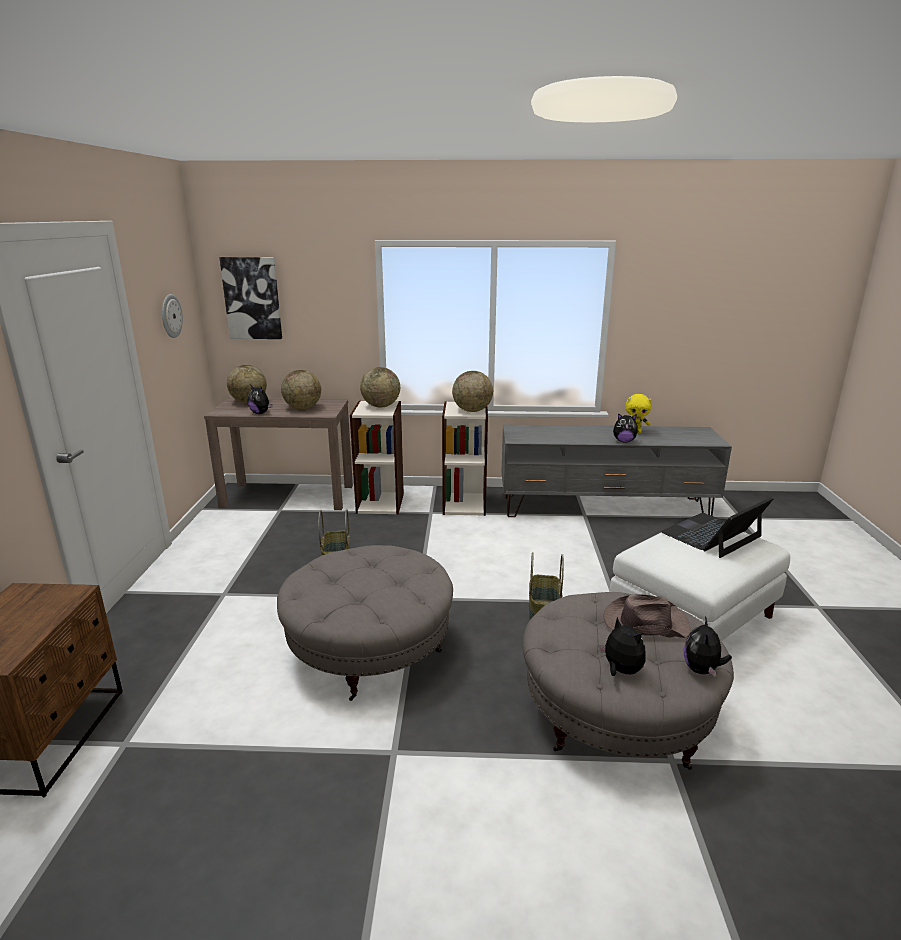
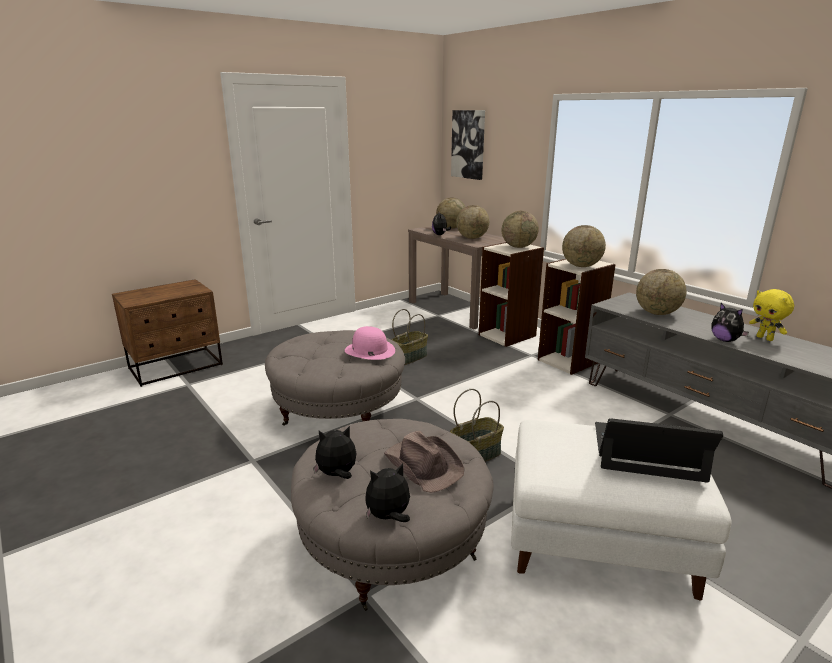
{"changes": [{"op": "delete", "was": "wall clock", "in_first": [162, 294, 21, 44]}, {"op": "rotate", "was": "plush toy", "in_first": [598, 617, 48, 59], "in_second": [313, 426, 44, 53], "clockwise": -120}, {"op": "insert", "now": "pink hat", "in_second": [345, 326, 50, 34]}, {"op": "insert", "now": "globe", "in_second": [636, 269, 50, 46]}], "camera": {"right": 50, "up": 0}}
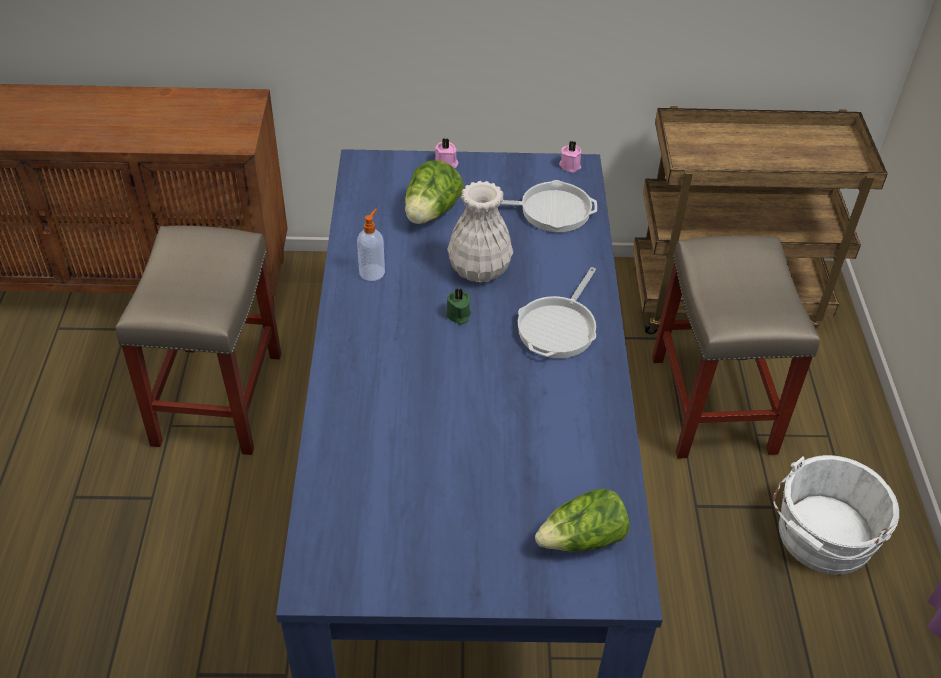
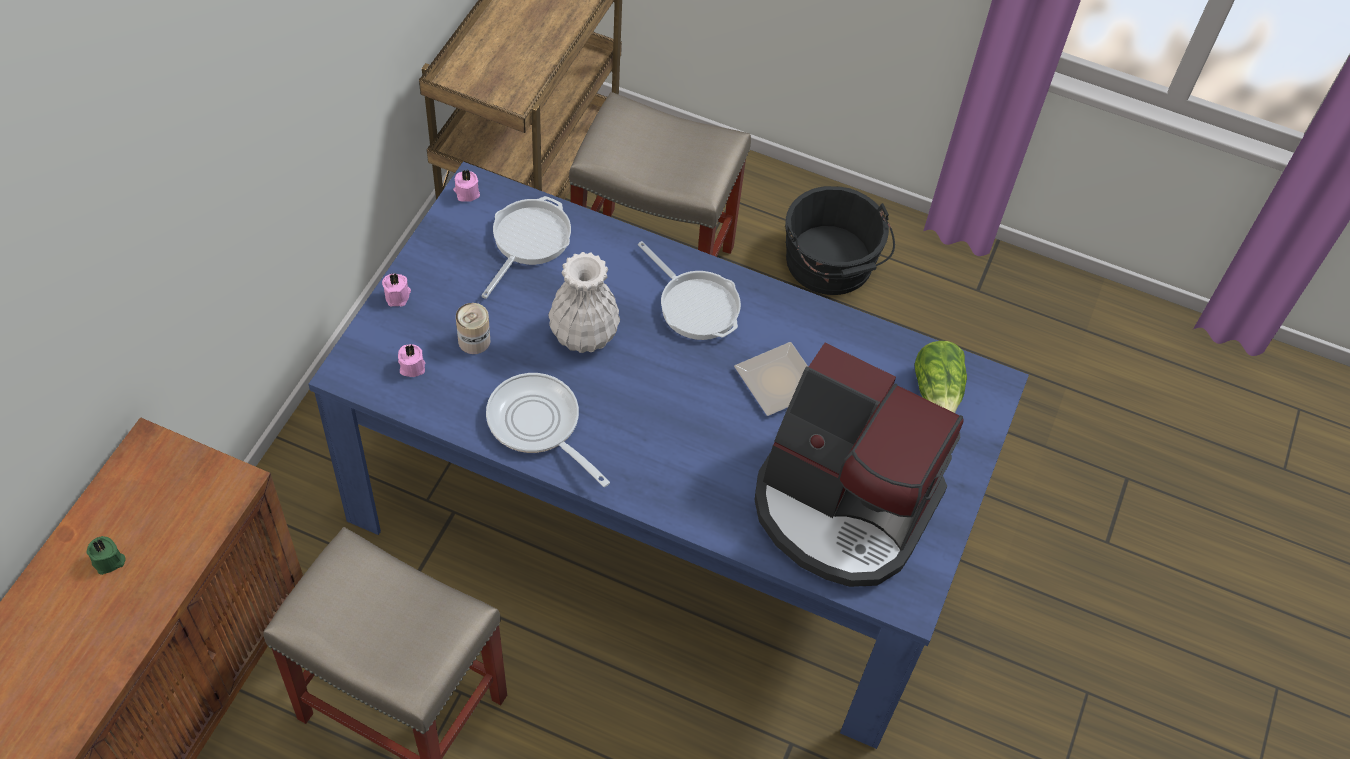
{"changes": [{"op": "replace", "was": "soap dispenser", "now": "frying pan", "in_first": [357, 209, 28, 72], "in_second": [486, 373, 124, 114]}, {"op": "replace", "was": "lettuce", "now": "can", "in_first": [405, 160, 59, 64], "in_second": [456, 303, 34, 51]}, {"op": "move", "was": "green candle", "in_first": [445, 288, 26, 37], "in_second": [86, 536, 40, 39]}, {"op": "recolor", "was": "white bucket", "now": "black bucket", "in_first": [773, 455, 126, 120], "in_second": [786, 186, 109, 109]}, {"op": "insert", "now": "pink candle", "in_second": [398, 344, 27, 33]}, {"op": "insert", "now": "plate", "in_second": [734, 342, 74, 74]}, {"op": "insert", "now": "coffee machine", "in_second": [754, 343, 210, 244]}], "camera": {"right": -70, "up": 10}}
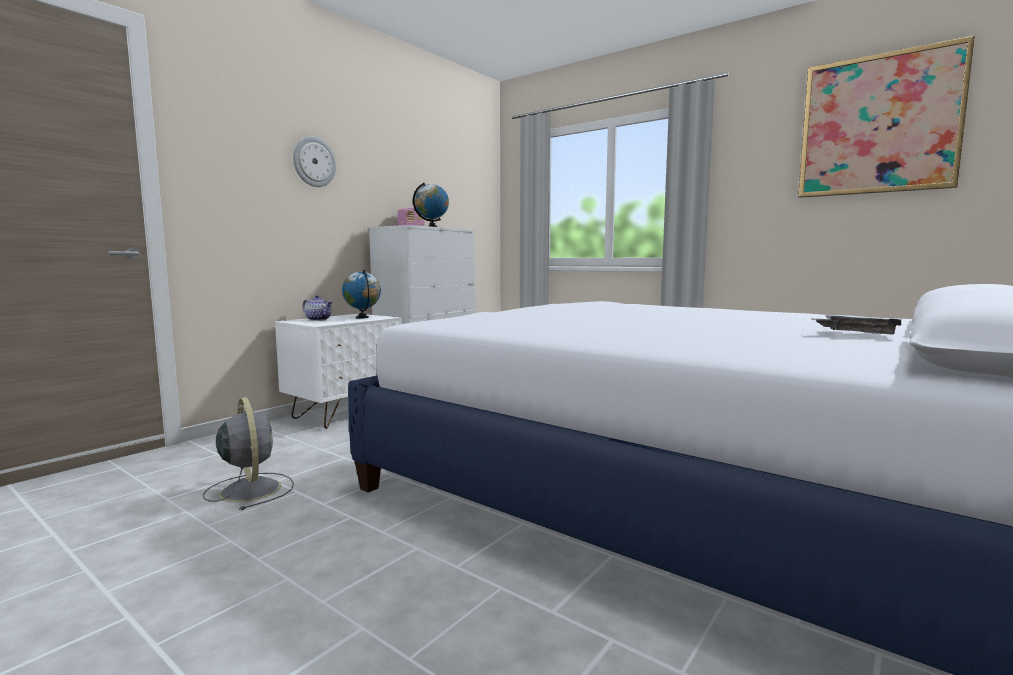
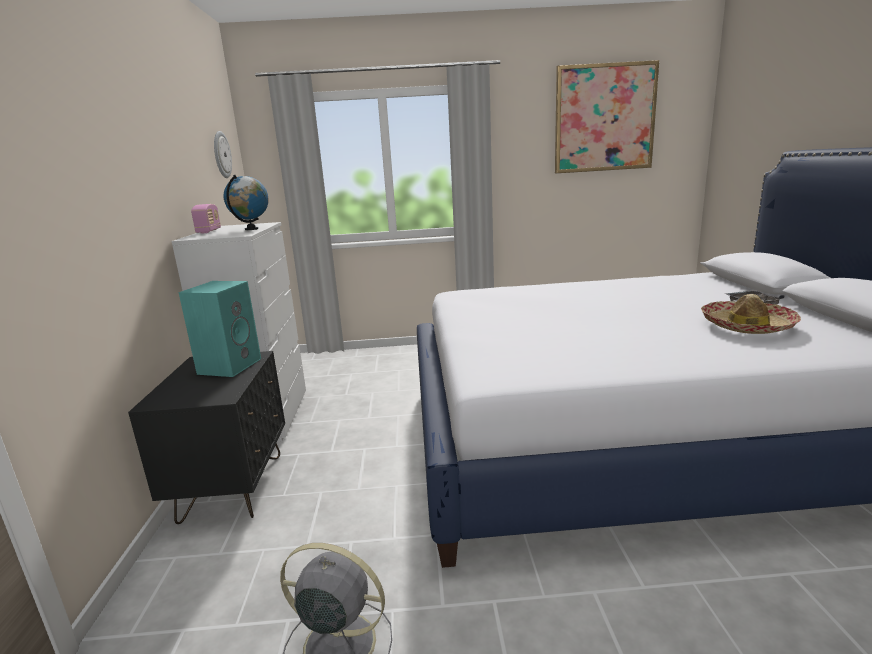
{"changes": [{"op": "recolor", "was": "white nightstand", "now": "black nightstand", "in_first": [275, 314, 127, 115], "in_second": [128, 351, 157, 173]}, {"op": "move", "was": "wall clock", "in_first": [293, 137, 43, 50], "in_second": [214, 131, 18, 47]}, {"op": "delete", "was": "teapot", "in_first": [302, 295, 31, 26]}, {"op": "replace", "was": "globe", "now": "turquoise speaker", "in_first": [342, 270, 39, 48], "in_second": [179, 281, 82, 96]}, {"op": "insert", "now": "hat", "in_second": [701, 294, 100, 40]}], "camera": {"right": -40, "up": 10}}
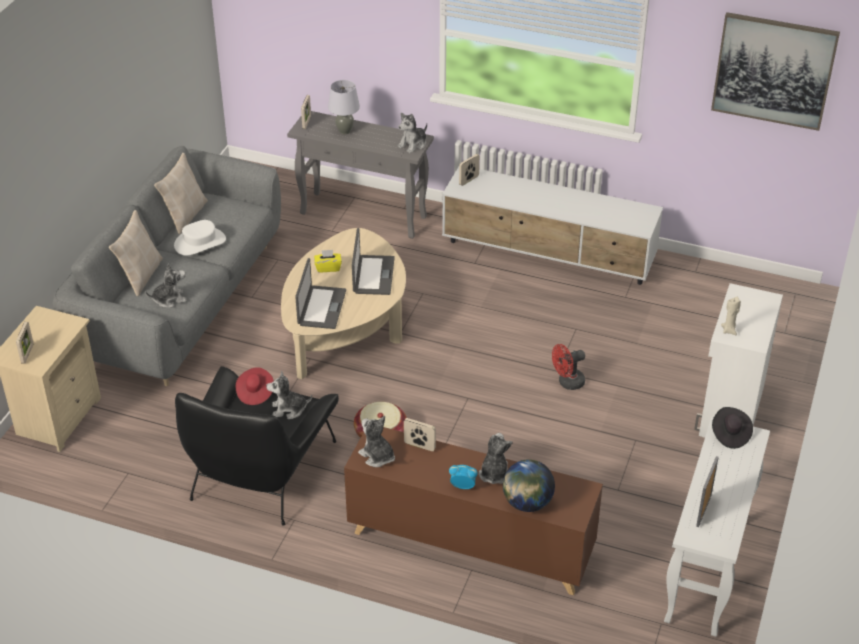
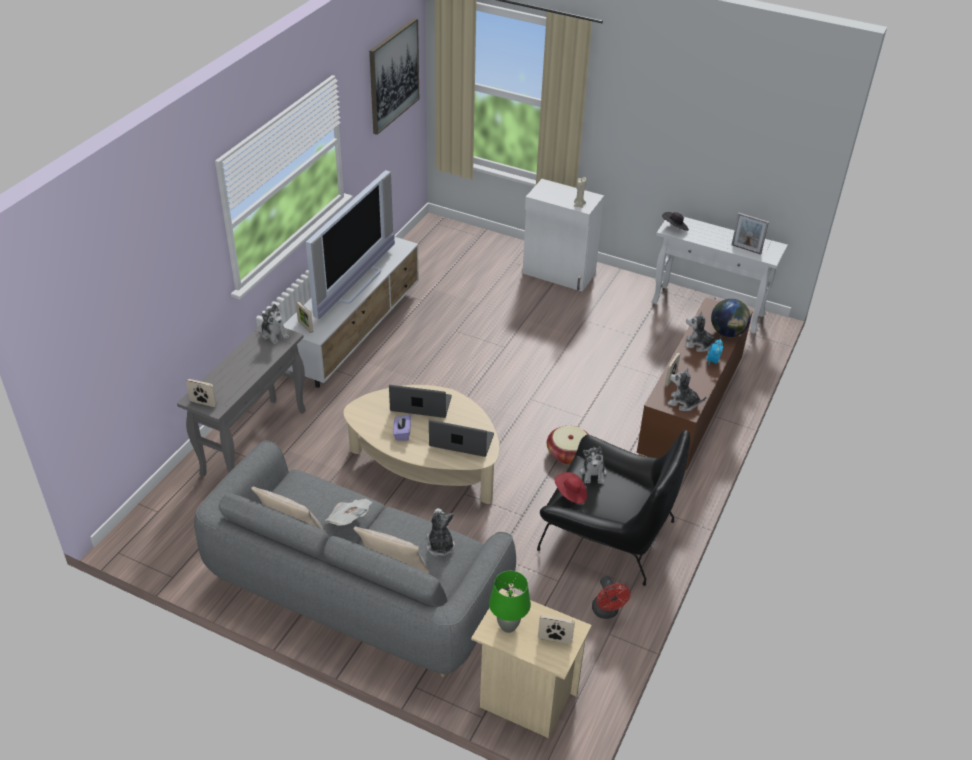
{"changes": [{"op": "replace", "was": "white hat", "now": "newspaper", "in_first": [174, 220, 52, 35], "in_second": [325, 499, 47, 27]}, {"op": "recolor", "was": "yellow tissue box", "now": "purple tissue box", "in_first": [314, 250, 28, 23], "in_second": [393, 415, 18, 26]}, {"op": "delete", "was": "grey table lamp", "in_first": [328, 80, 32, 54]}, {"op": "rotate", "was": "plush toy", "in_first": [358, 416, 37, 51], "in_second": [667, 368, 39, 43], "clockwise": 60}, {"op": "move", "was": "red fan", "in_first": [552, 344, 33, 46], "in_second": [592, 576, 39, 43]}, {"op": "insert", "now": "television", "in_second": [306, 170, 89, 149]}, {"op": "insert", "now": "green table lamp", "in_second": [489, 571, 42, 62]}], "camera": {"right": -85, "up": 0}}
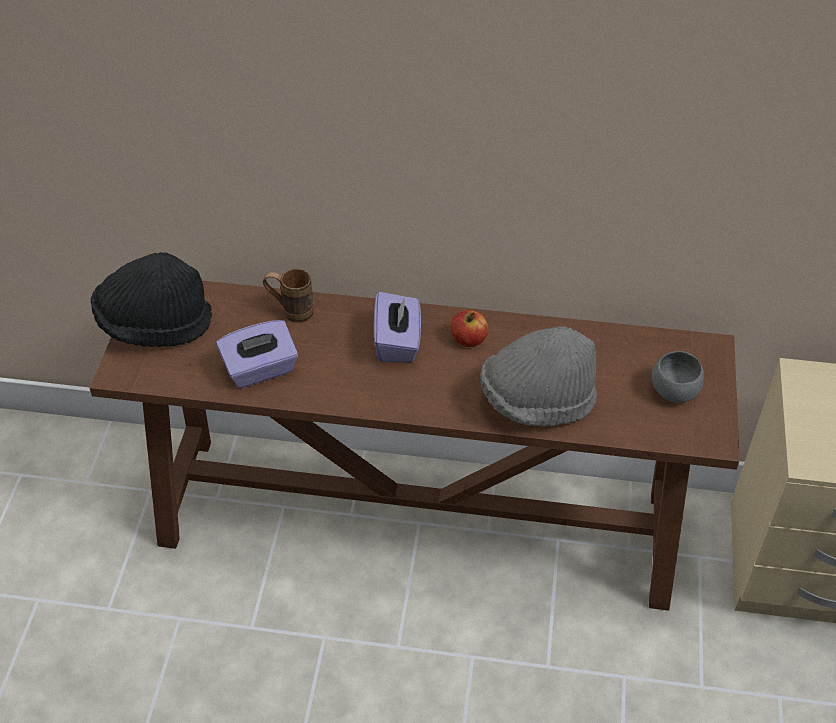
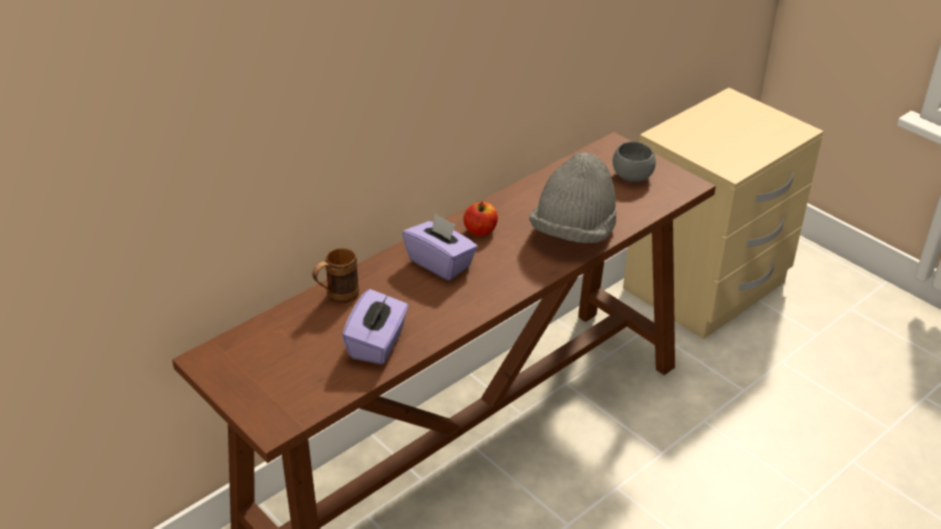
{"changes": [{"op": "delete", "was": "black hat", "in_first": [91, 252, 121, 95]}], "camera": {"right": -50, "up": -10}}
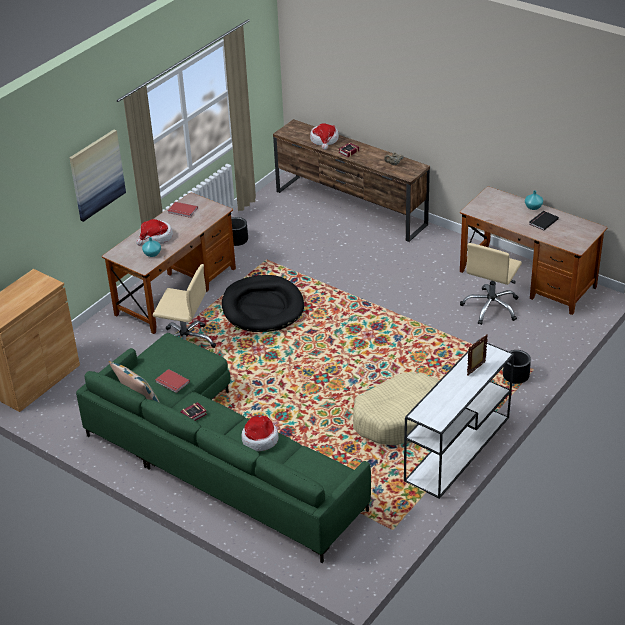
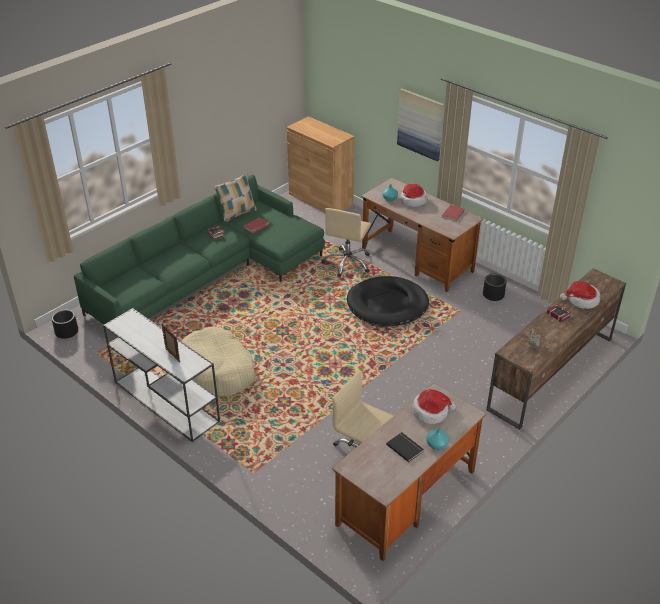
{"changes": [{"op": "move", "was": "hat", "in_first": [242, 416, 36, 35], "in_second": [412, 389, 44, 35]}, {"op": "move", "was": "black planter", "in_first": [503, 350, 28, 34], "in_second": [51, 309, 27, 30]}], "camera": {"right": 95, "up": 0}}
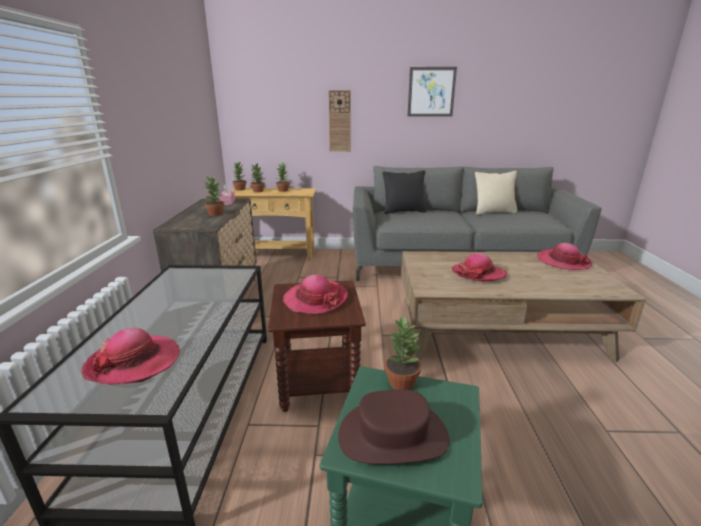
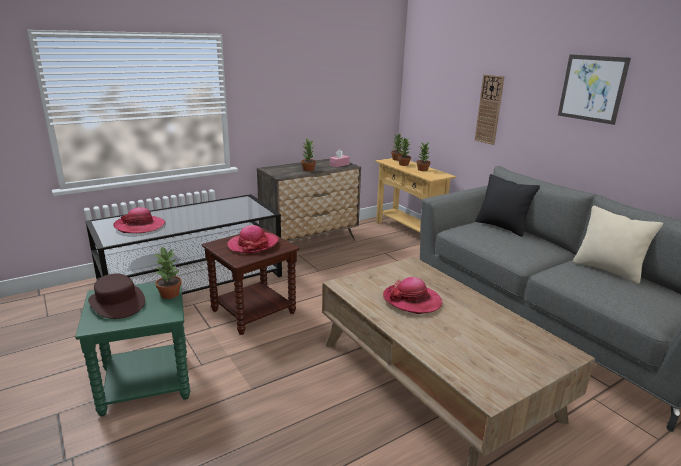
{"changes": [{"op": "delete", "was": "hat", "in_first": [537, 243, 55, 27]}], "camera": {"right": 55, "up": 0}}
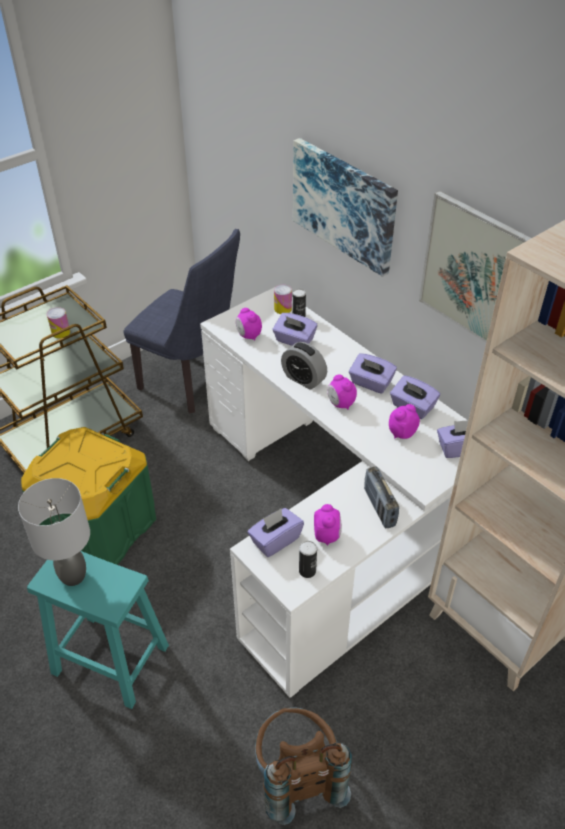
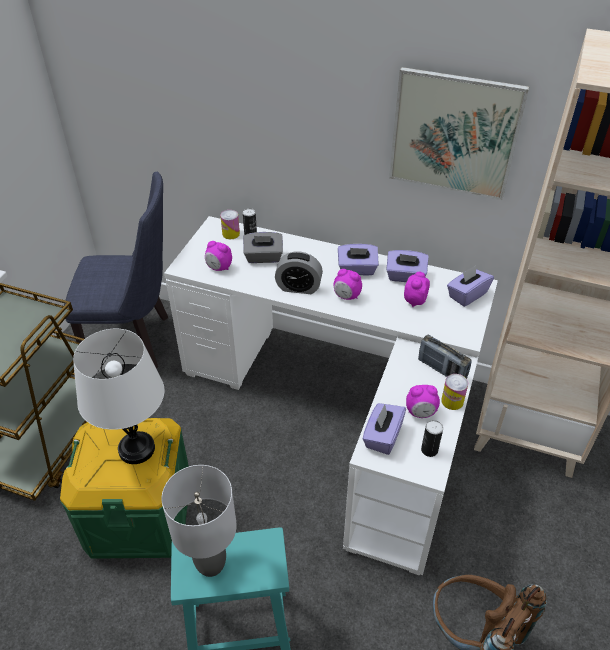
{"changes": [{"op": "move", "was": "can", "in_first": [47, 307, 23, 32], "in_second": [441, 374, 27, 36]}, {"op": "recolor", "was": "purple tissue box", "now": "grey tissue box", "in_first": [272, 313, 45, 33], "in_second": [243, 232, 40, 31]}, {"op": "delete", "was": "picture", "in_first": [293, 138, 105, 139]}, {"op": "rotate", "was": "alarm clock", "in_first": [314, 504, 28, 42], "in_second": [406, 385, 34, 33], "clockwise": 120}, {"op": "insert", "now": "white table lamp", "in_second": [73, 329, 92, 135]}], "camera": {"right": -30, "up": 0}}
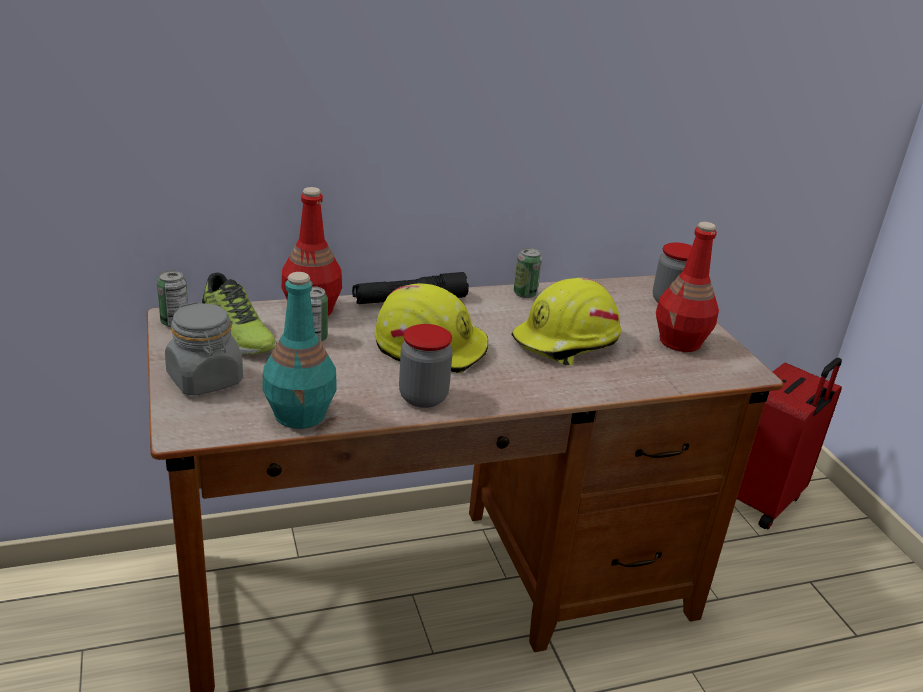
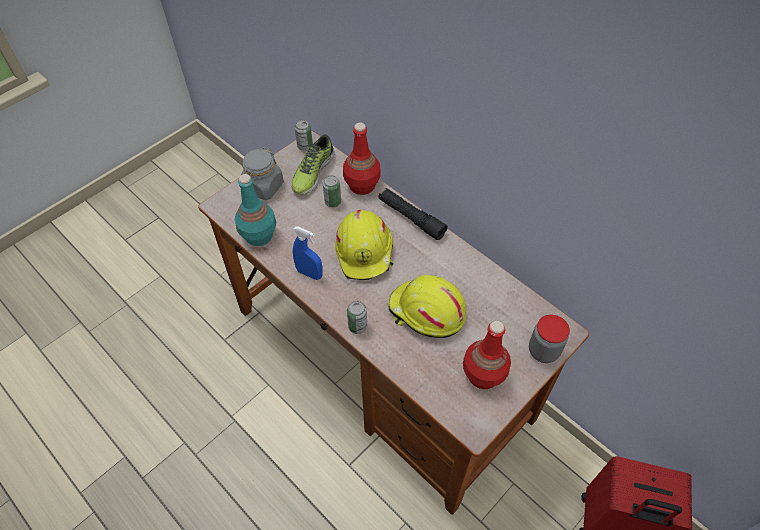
{"changes": [{"op": "replace", "was": "jar", "now": "blue spray bottle", "in_first": [399, 324, 54, 84], "in_second": [293, 226, 30, 54]}, {"op": "move", "was": "can", "in_first": [513, 248, 29, 50], "in_second": [347, 301, 20, 33]}], "camera": {"right": 65, "up": 25}}
